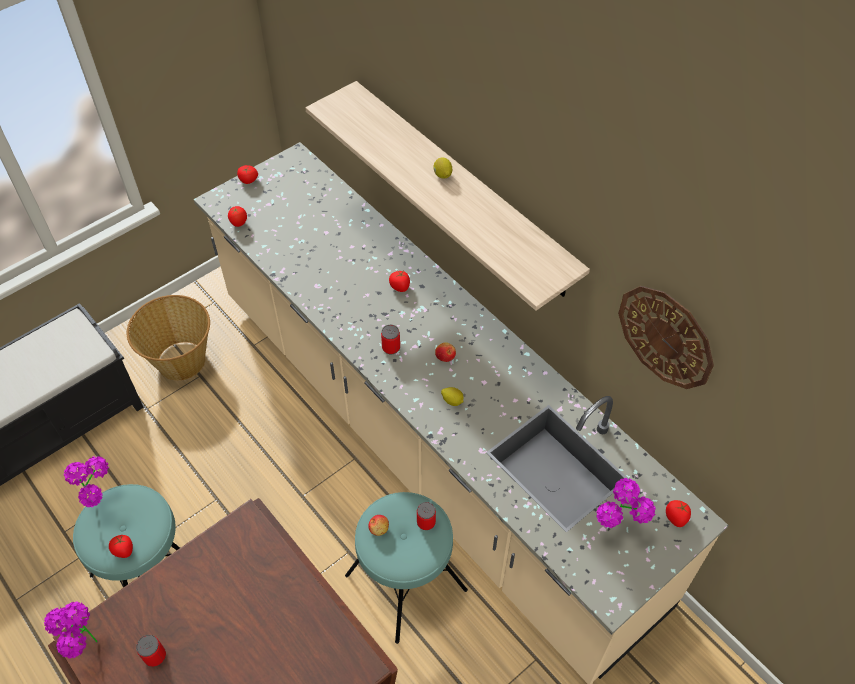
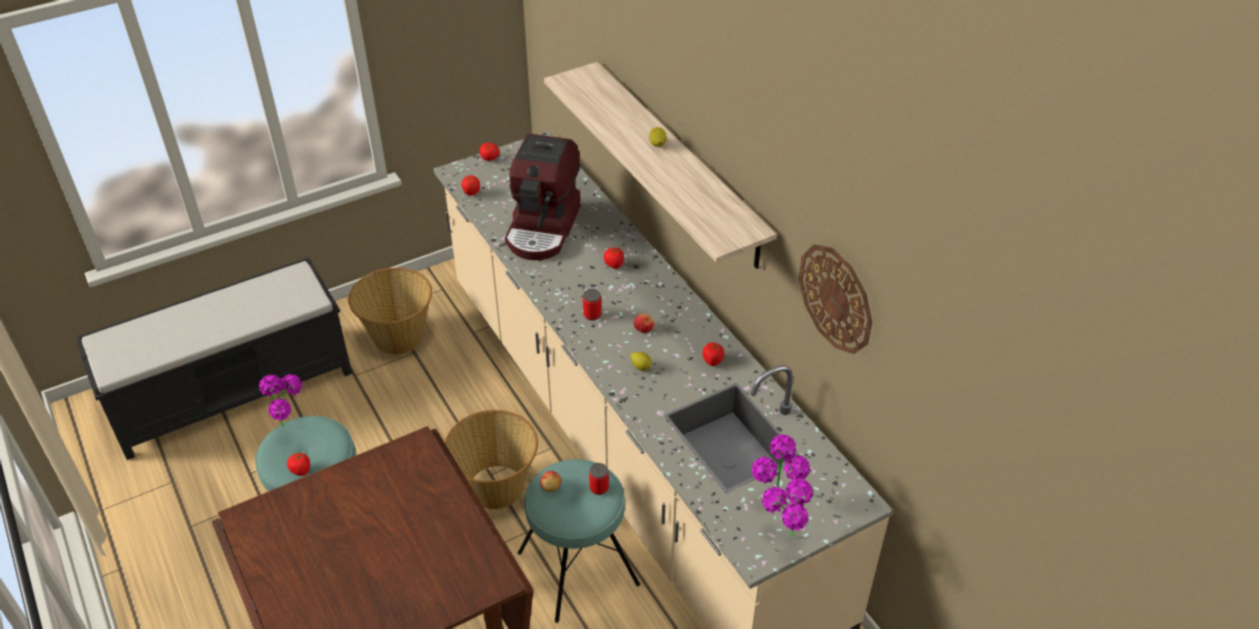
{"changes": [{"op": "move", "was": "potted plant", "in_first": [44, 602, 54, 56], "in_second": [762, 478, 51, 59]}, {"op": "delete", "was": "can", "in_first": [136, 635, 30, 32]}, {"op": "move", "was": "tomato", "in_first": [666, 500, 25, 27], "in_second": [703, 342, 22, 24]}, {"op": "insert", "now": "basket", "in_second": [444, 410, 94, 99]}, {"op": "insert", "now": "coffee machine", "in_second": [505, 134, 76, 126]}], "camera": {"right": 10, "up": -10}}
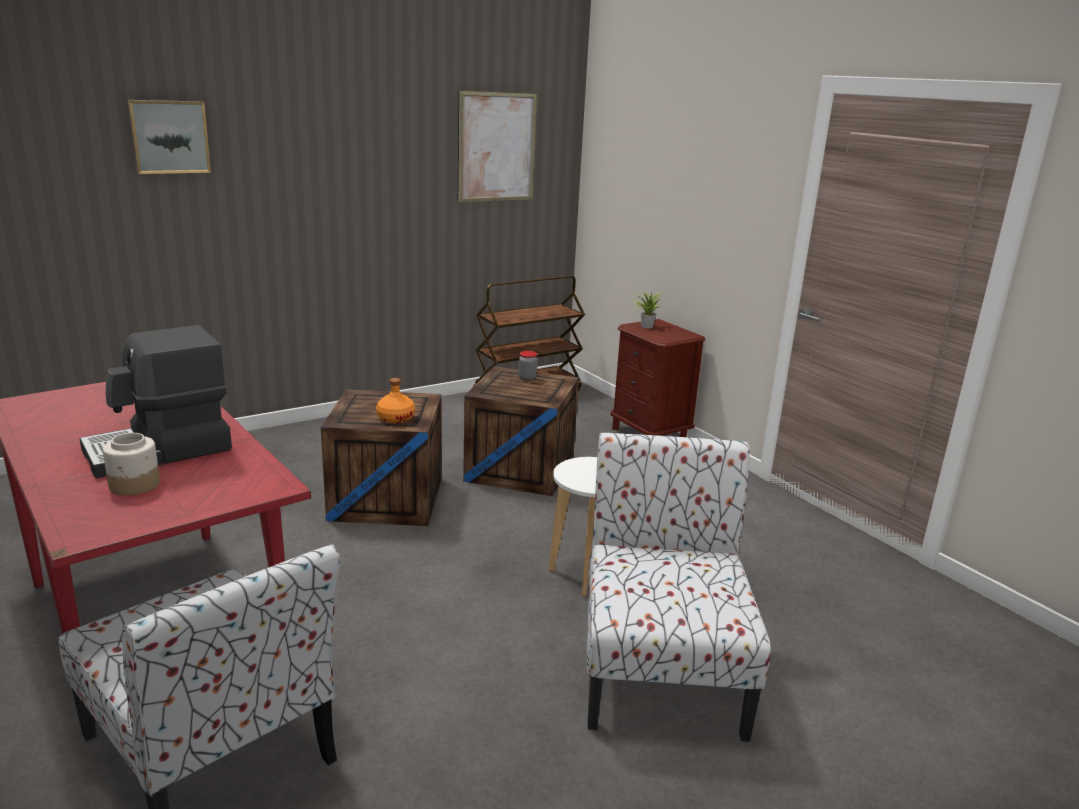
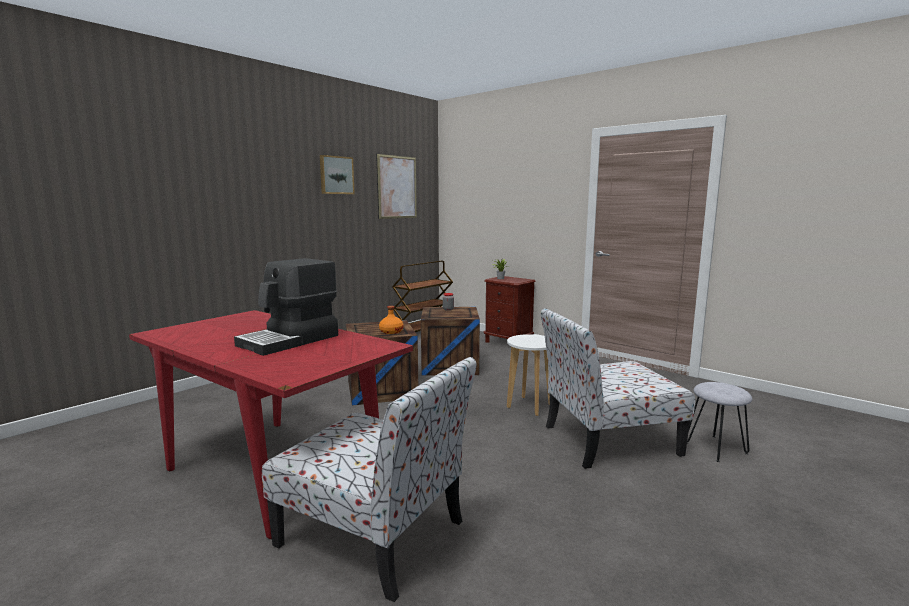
{"changes": [{"op": "delete", "was": "jar", "in_first": [103, 433, 57, 63]}, {"op": "move", "was": "picture", "in_first": [128, 100, 83, 74], "in_second": [320, 155, 35, 39]}, {"op": "rotate", "was": "chair", "in_first": [587, 433, 184, 309], "in_second": [541, 308, 154, 161], "clockwise": -90}, {"op": "insert", "now": "grey stool", "in_second": [687, 382, 65, 80]}], "camera": {"right": -15, "up": -10}}
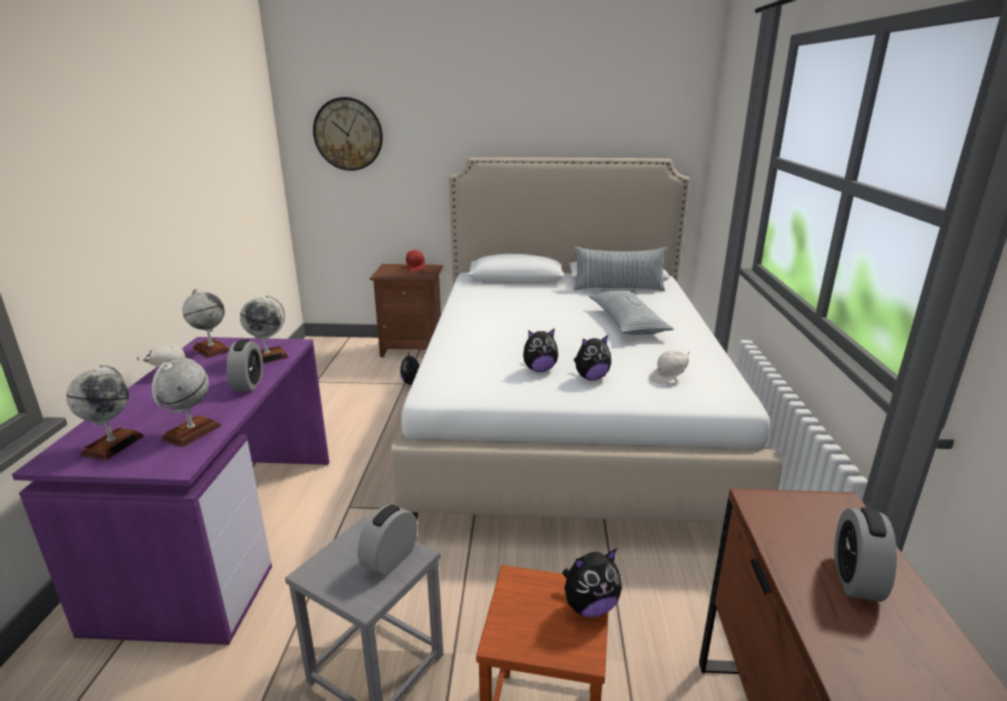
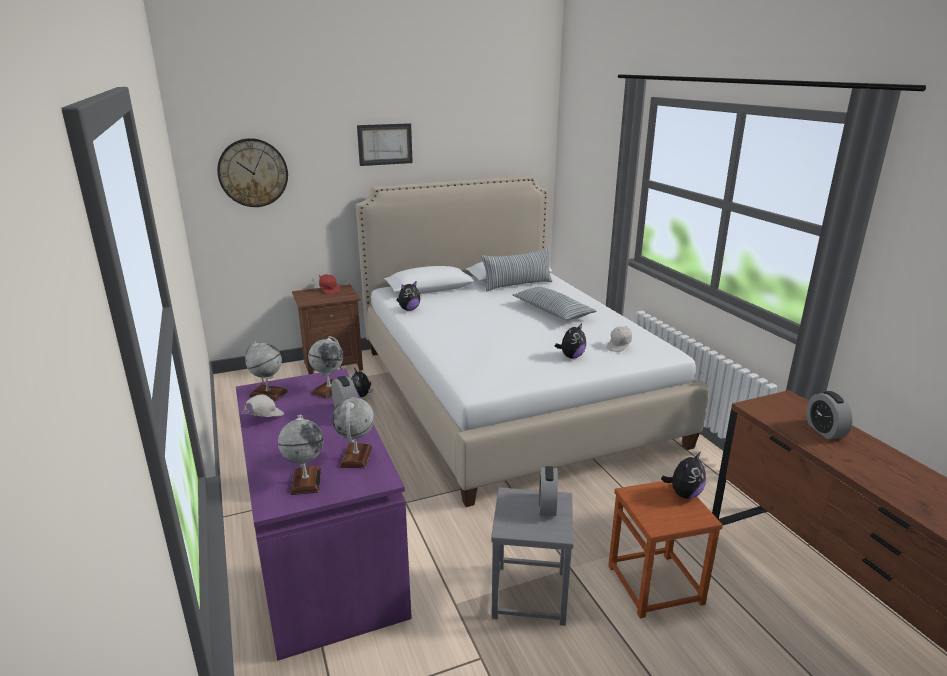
{"changes": [{"op": "move", "was": "plush toy", "in_first": [523, 328, 35, 44], "in_second": [396, 282, 24, 29]}, {"op": "insert", "now": "picture", "in_second": [357, 123, 56, 43]}], "camera": {"right": -25, "up": 0}}
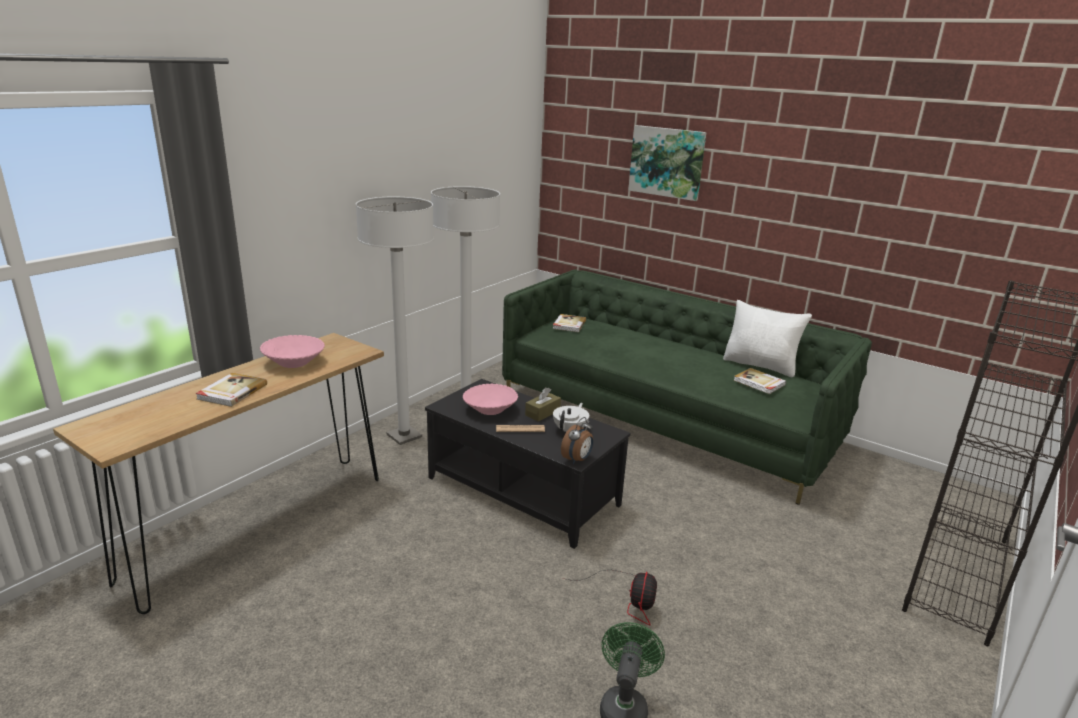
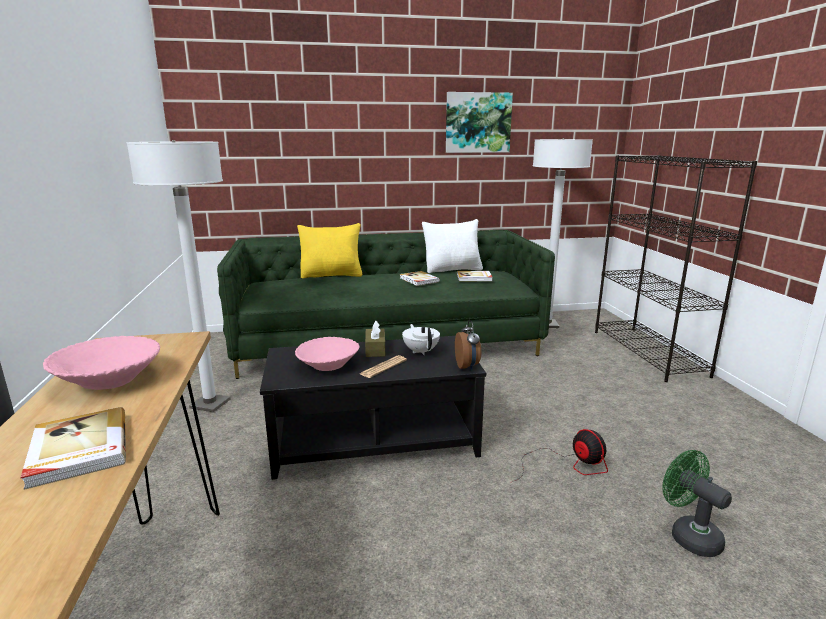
{"changes": [{"op": "move", "was": "white floor lamp", "in_first": [356, 197, 78, 248], "in_second": [533, 138, 60, 190]}, {"op": "move", "was": "book", "in_first": [553, 314, 33, 18], "in_second": [399, 271, 41, 15]}, {"op": "move", "was": "picture", "in_first": [628, 125, 79, 76], "in_second": [446, 92, 67, 61]}, {"op": "insert", "now": "yellow pillow", "in_second": [297, 223, 66, 55]}], "camera": {"right": -45, "up": -5}}
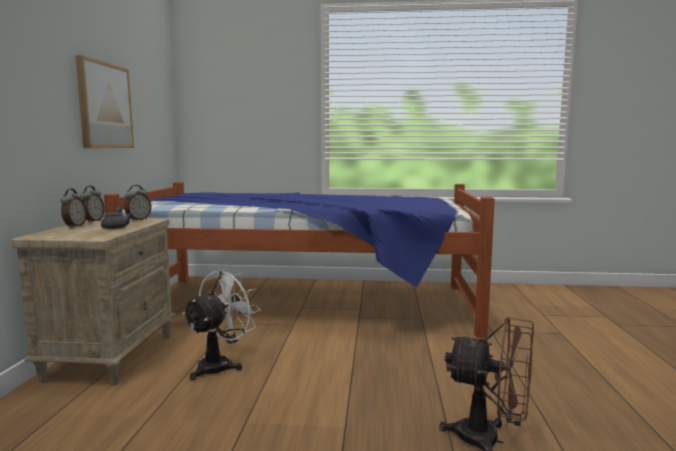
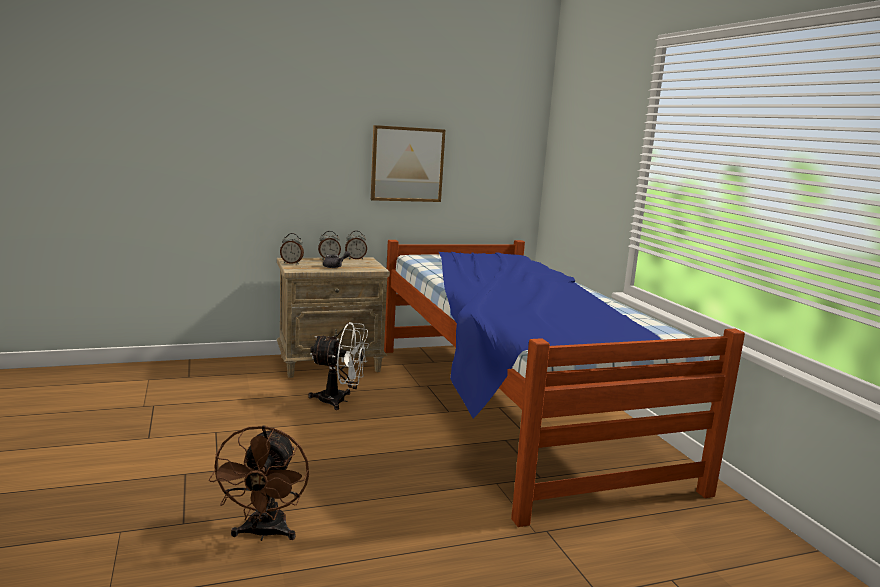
{"changes": [{"op": "move", "was": "alarm clock", "in_first": [124, 185, 28, 36], "in_second": [280, 233, 24, 31]}], "camera": {"right": 65, "up": 5}}
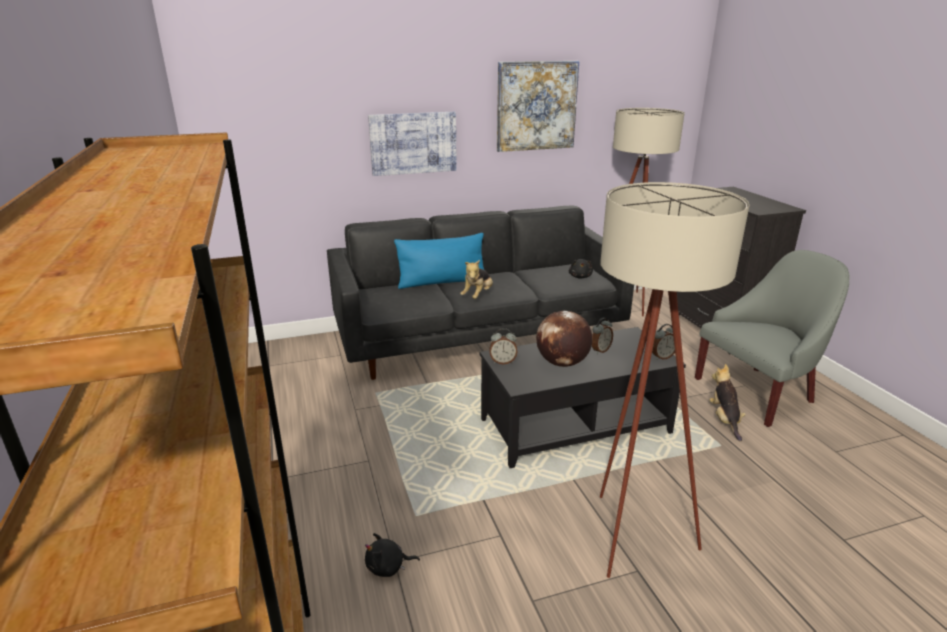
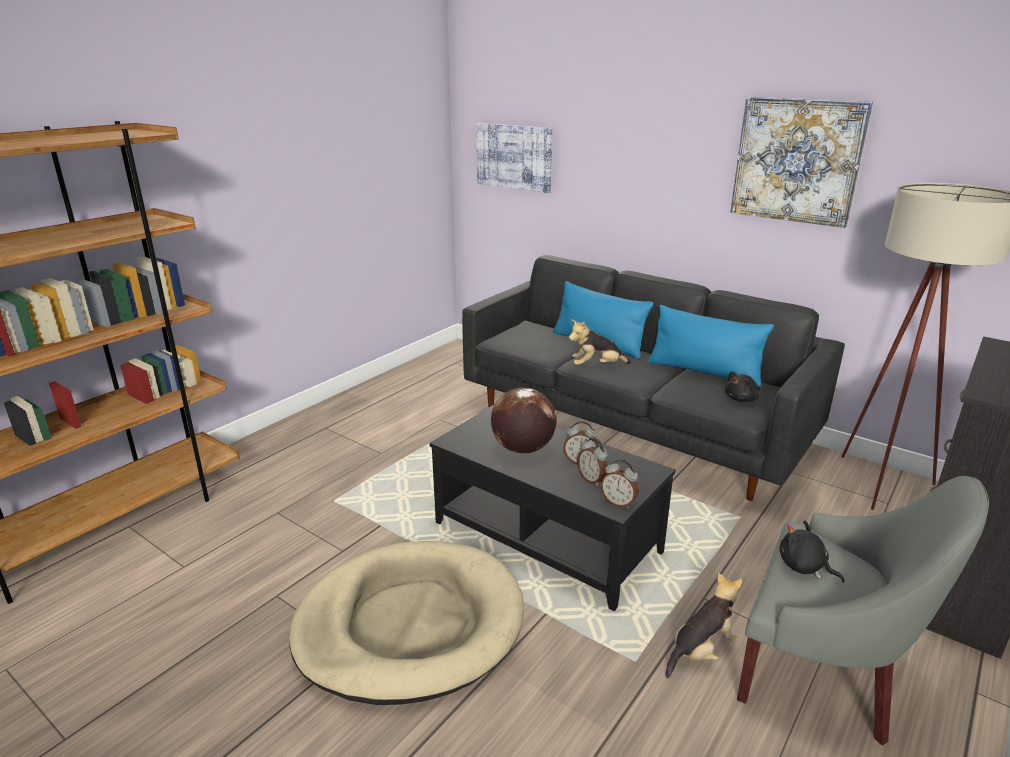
{"changes": [{"op": "move", "was": "black plush toy", "in_first": [365, 533, 55, 44], "in_second": [779, 520, 66, 63]}, {"op": "move", "was": "picture", "in_first": [368, 112, 89, 64], "in_second": [476, 123, 76, 70]}, {"op": "move", "was": "alarm clock", "in_first": [490, 328, 28, 36], "in_second": [577, 438, 31, 48]}, {"op": "replace", "was": "beige floor lamp", "now": "beige dog bed", "in_first": [600, 182, 149, 396], "in_second": [289, 541, 235, 164]}, {"op": "insert", "now": "blue pillow", "in_second": [648, 305, 126, 82]}], "camera": {"right": 55, "up": 0}}
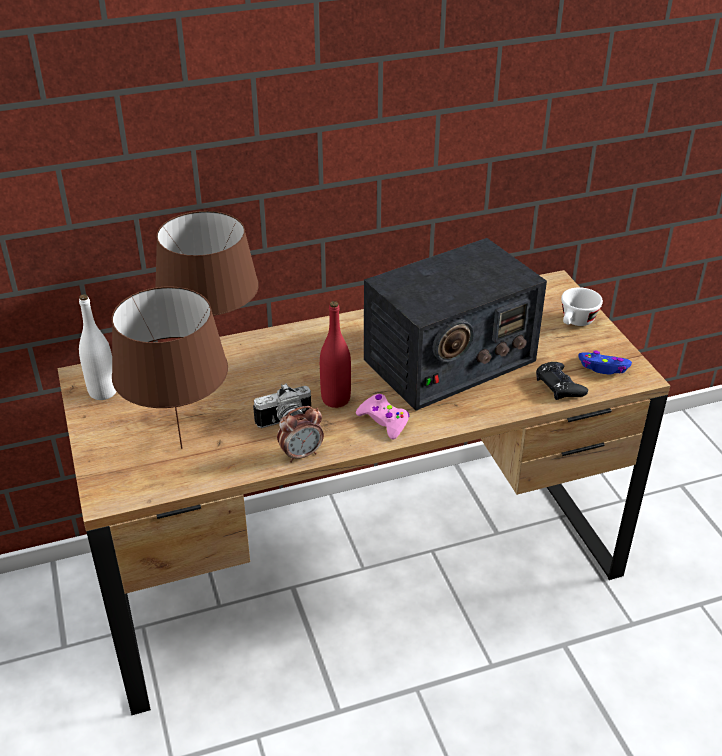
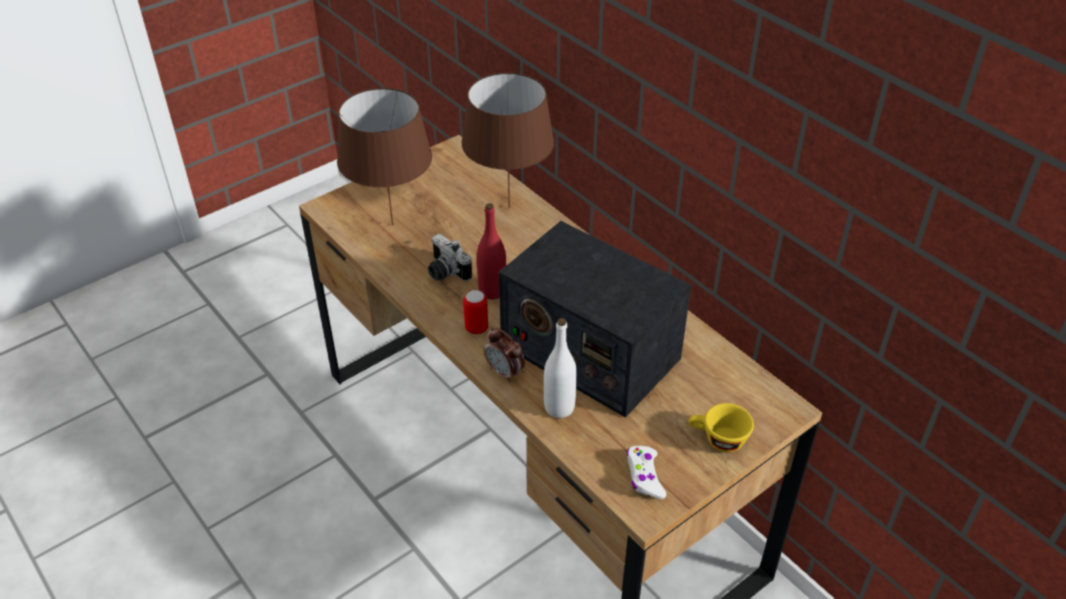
{"changes": [{"op": "move", "was": "white bottle", "in_first": [79, 294, 37, 106], "in_second": [544, 318, 33, 100]}, {"op": "move", "was": "alarm clock", "in_first": [277, 406, 47, 57], "in_second": [484, 327, 41, 55]}, {"op": "replace", "was": "pink game controller", "now": "can", "in_first": [356, 394, 54, 46], "in_second": [463, 290, 25, 44]}, {"op": "delete", "was": "black game controller", "in_first": [536, 362, 52, 38]}, {"op": "recolor", "was": "white cup", "now": "yellow cup", "in_first": [561, 287, 42, 39], "in_second": [689, 403, 65, 50]}, {"op": "recolor", "was": "blue game controller", "now": "white game controller", "in_first": [578, 350, 54, 24], "in_second": [627, 446, 39, 53]}], "camera": {"right": 70, "up": 5}}
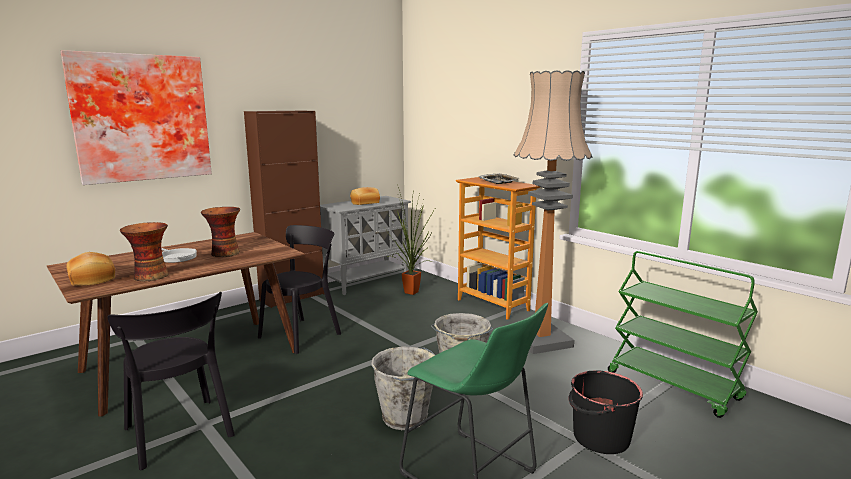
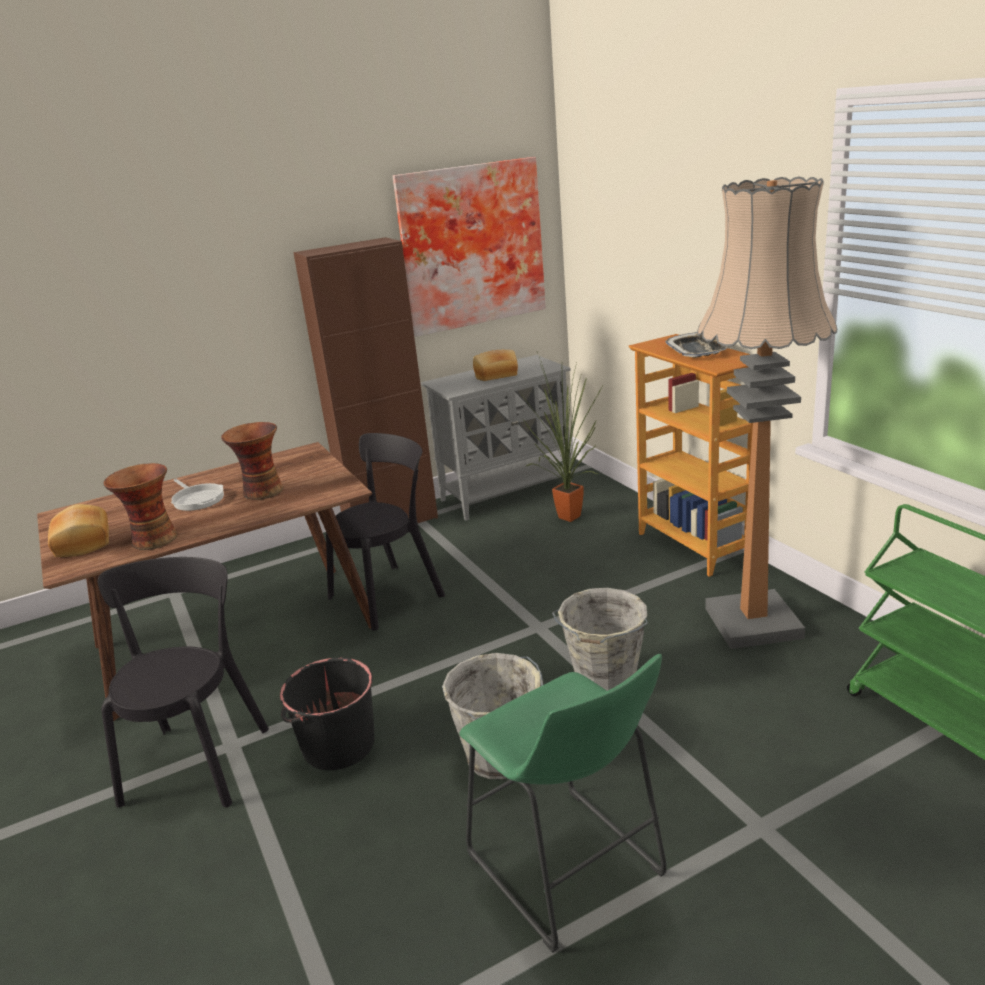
{"changes": [{"op": "move", "was": "picture", "in_first": [60, 50, 152, 135], "in_second": [392, 157, 154, 180]}, {"op": "rotate", "was": "black chair", "in_first": [107, 292, 128, 178], "in_second": [98, 557, 171, 251], "clockwise": -150}, {"op": "move", "was": "black bucket", "in_first": [568, 370, 75, 84], "in_second": [280, 658, 94, 112]}], "camera": {"right": 15, "up": 10}}
